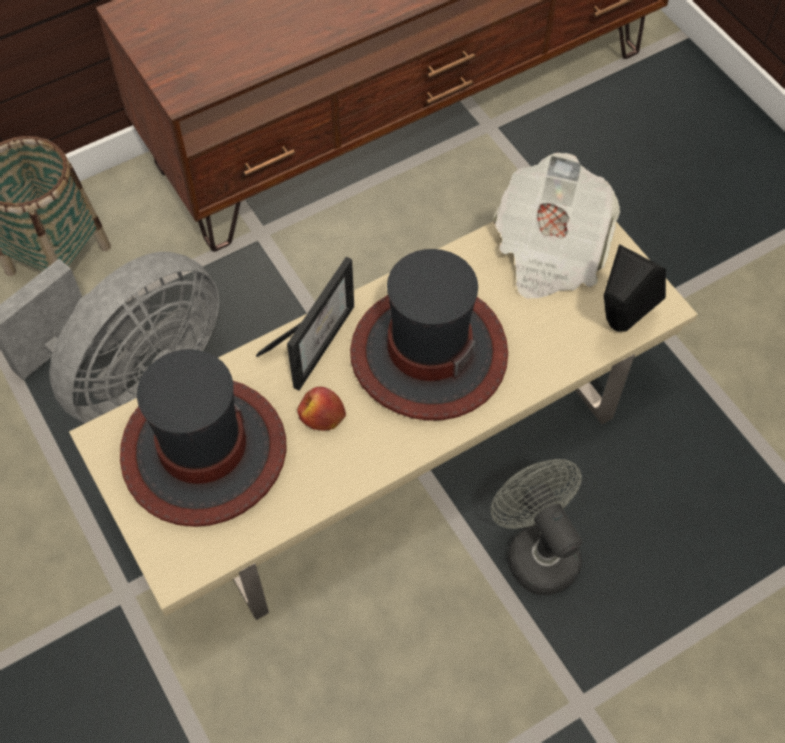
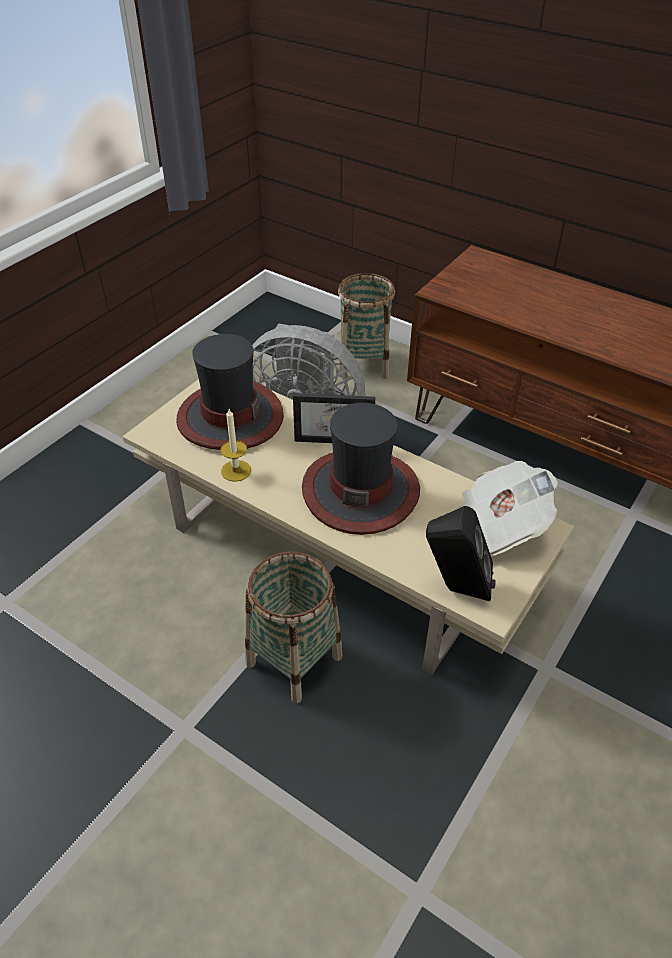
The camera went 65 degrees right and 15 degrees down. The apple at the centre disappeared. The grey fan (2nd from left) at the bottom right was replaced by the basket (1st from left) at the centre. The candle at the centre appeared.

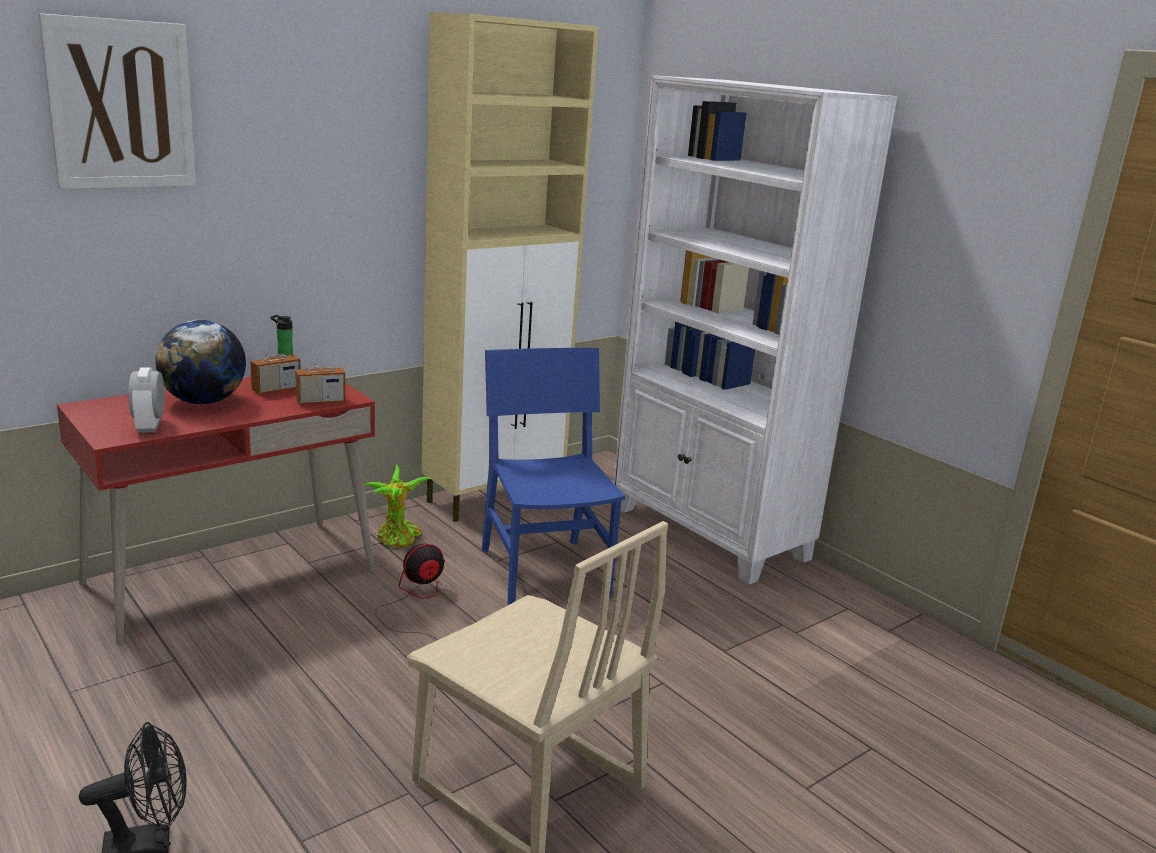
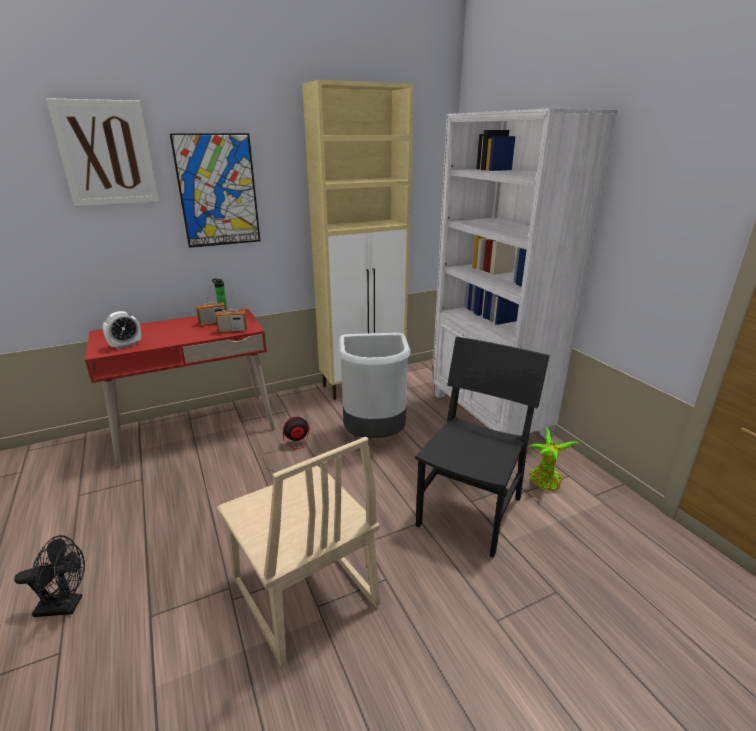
The camera went 15 degrees right and 5 degrees up. The globe at the middle left disappeared. The blue chair at the centre was replaced by the grey trash can at the centre. The alarm clock at the middle left turned 135 degrees counterclockwise. The potted plant moved from the centre to the middle right. The picture (2nd from left) at the top left appeared. The black chair at the centre appeared.

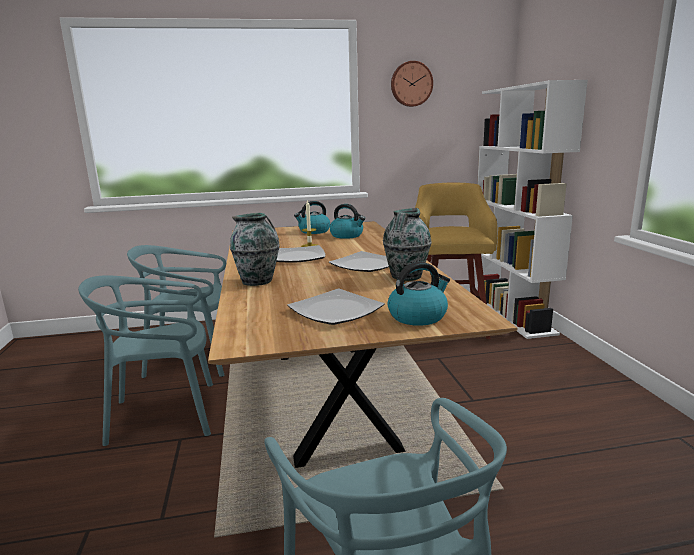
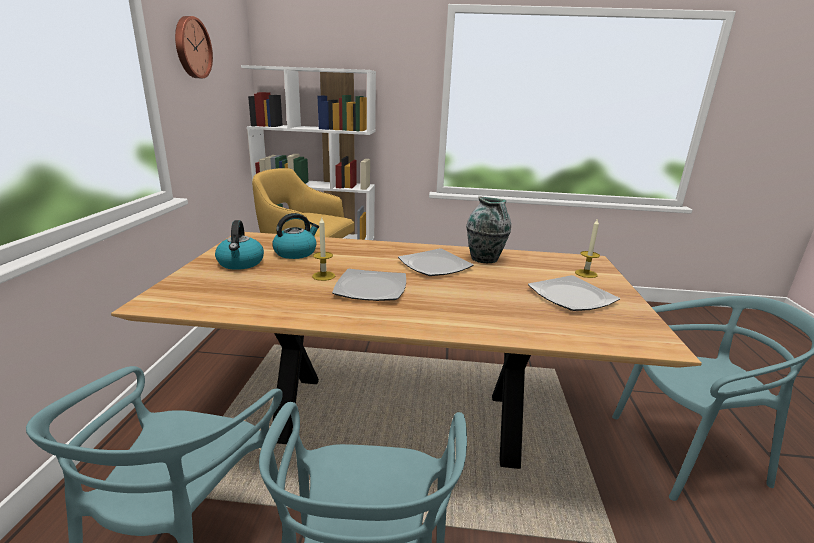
The camera went 75 degrees left and 5 degrees up. The vase (1st from left) at the centre disappeared. The kettle (3rd from left) at the centre was replaced by the candle (2nd from left) at the middle right.

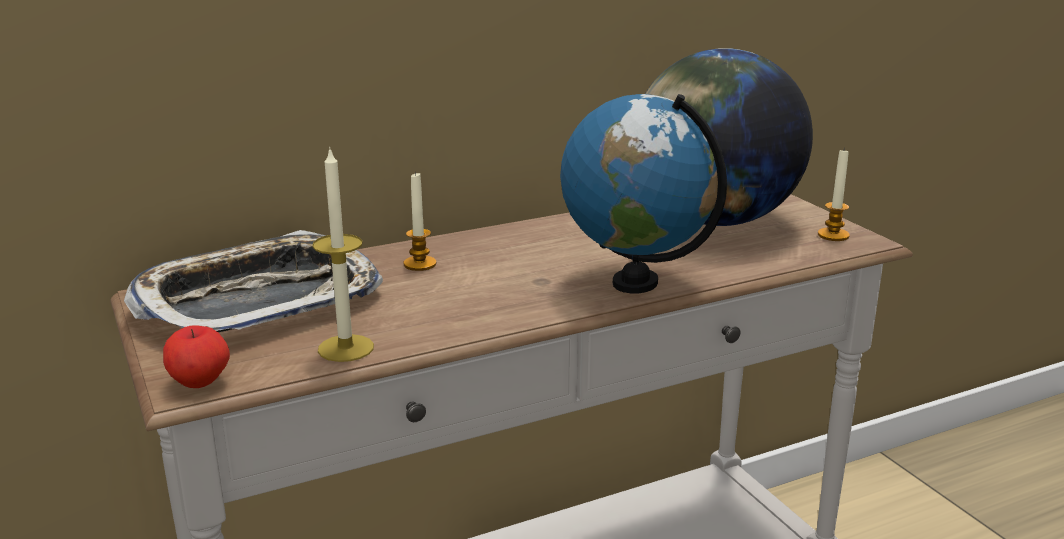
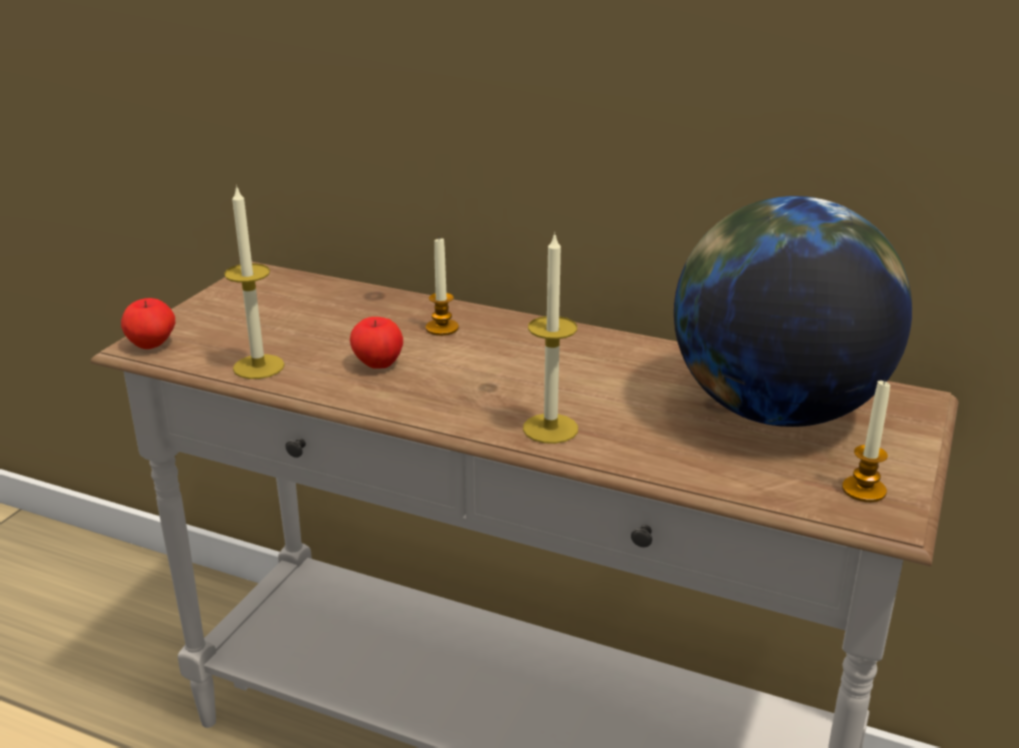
The camera went 50 degrees right and 5 degrees up. The globe (1st from left) at the centre was replaced by the candle (3rd from left) at the centre. The tray at the middle left disappeared. The apple (2nd from left) at the centre appeared.

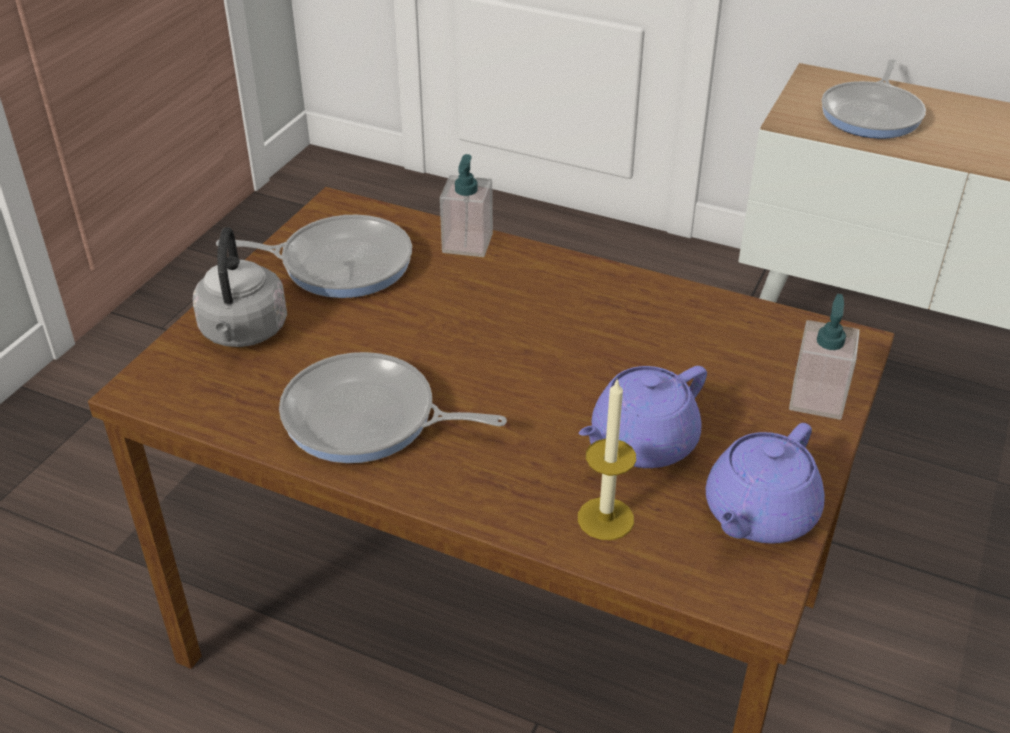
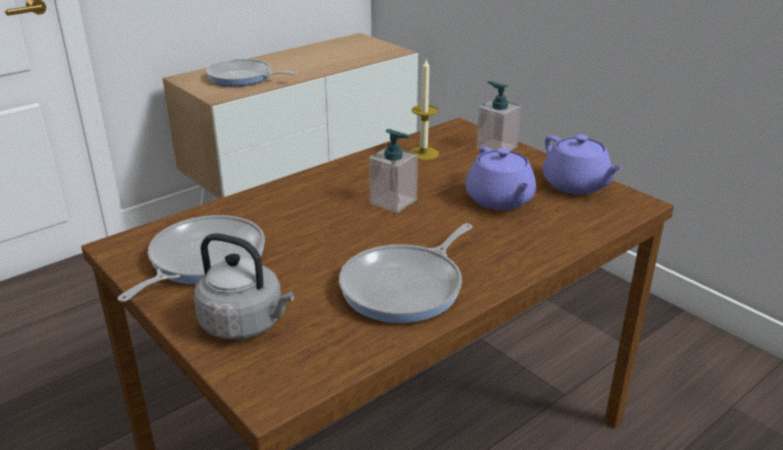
The camera went 65 degrees left and 10 degrees down. The frying pan (3rd from left in the first image) at the top right turned 150 degrees clockwise. The soap dispenser (1st from left) moved from the top centre to the centre. The candle moved from the centre to the top centre.

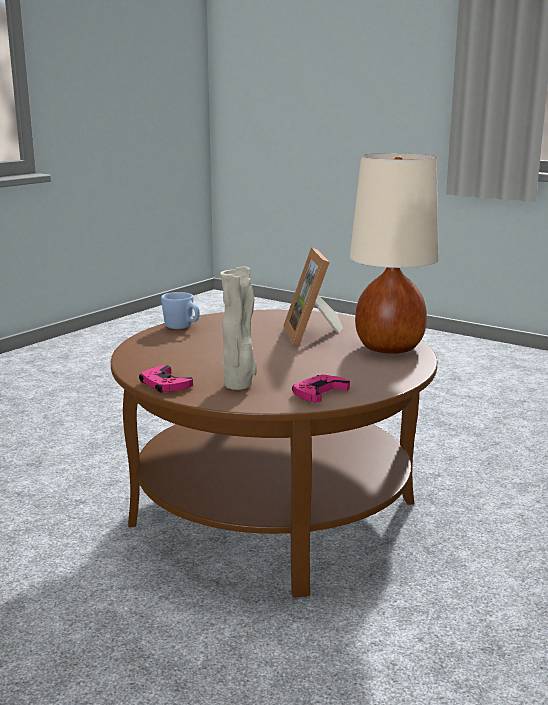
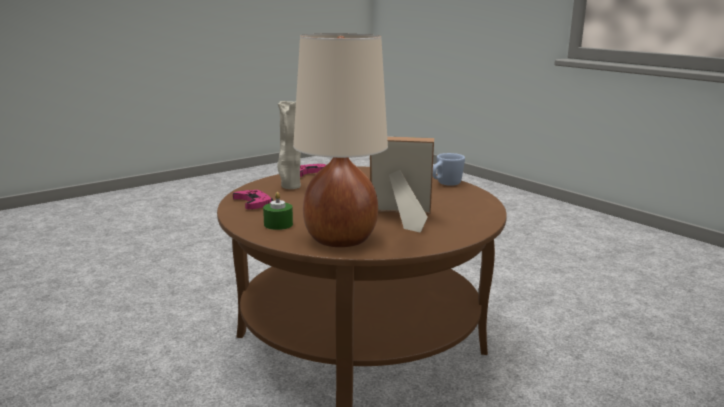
The camera went 105 degrees right and 0 degrees up. The green candle at the centre appeared.

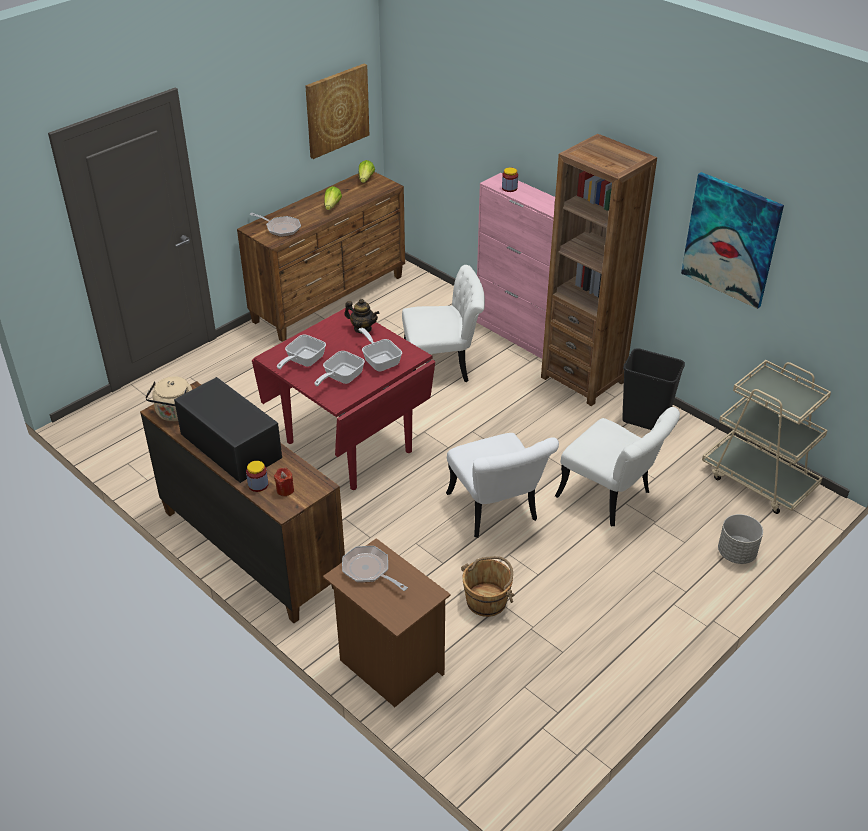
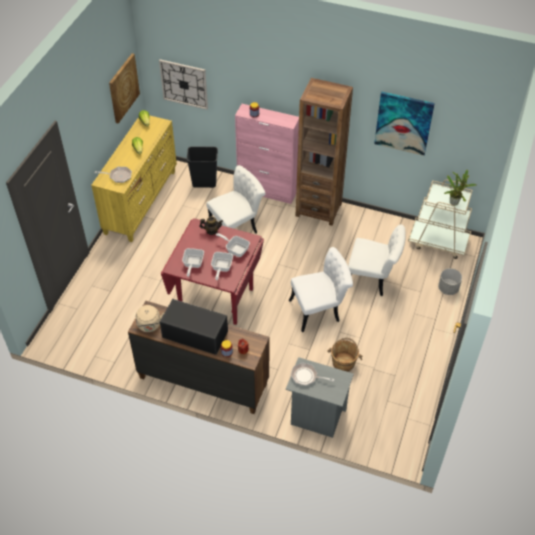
The camera went 25 degrees left and 10 degrees up. The brown dresser (2nd from left) at the top centre became the yellow dresser at the top left. The black trash can moved from the middle right to the top centre. The white chair (2nd from left) at the centre turned 60 degrees counterclockwise. The brown nightstand at the bottom centre became the grey nightstand at the bottom centre. The wall clock at the top centre appeared. The potted plant at the middle right appeared.

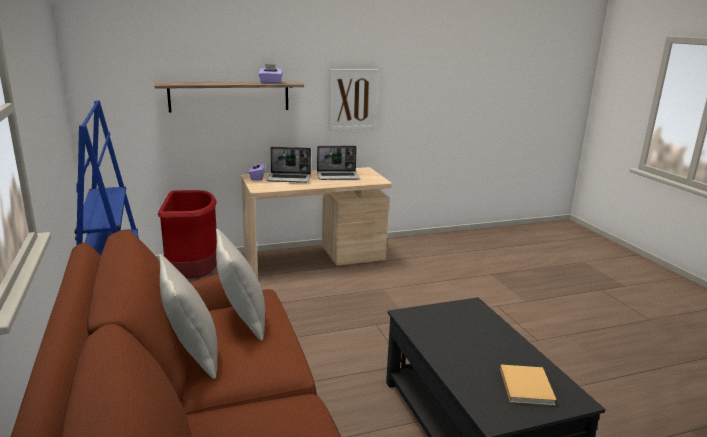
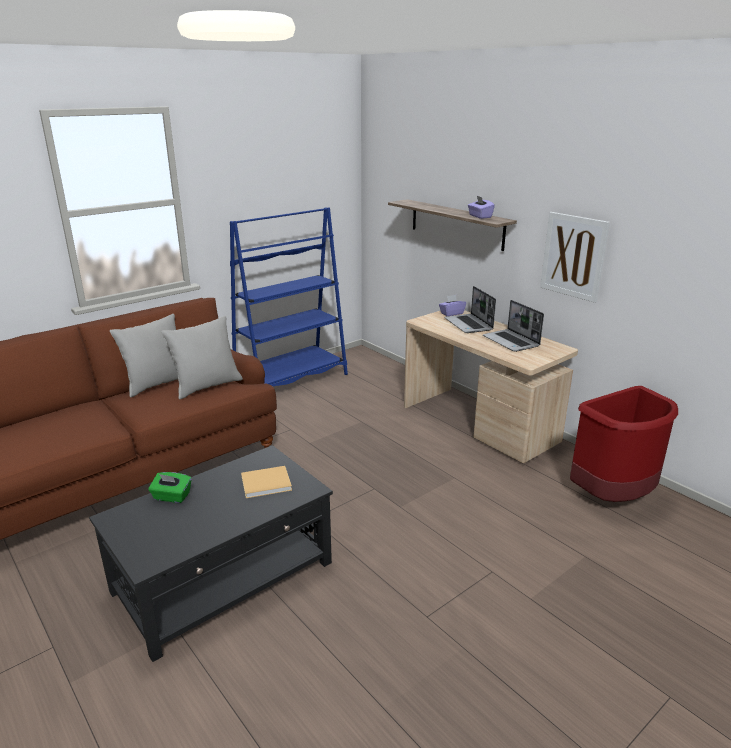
The camera went 70 degrees right and 5 degrees up. The red trash can moved from the middle left to the middle right. The beige book moved from the bottom right to the centre. The green tissue box at the middle left appeared.

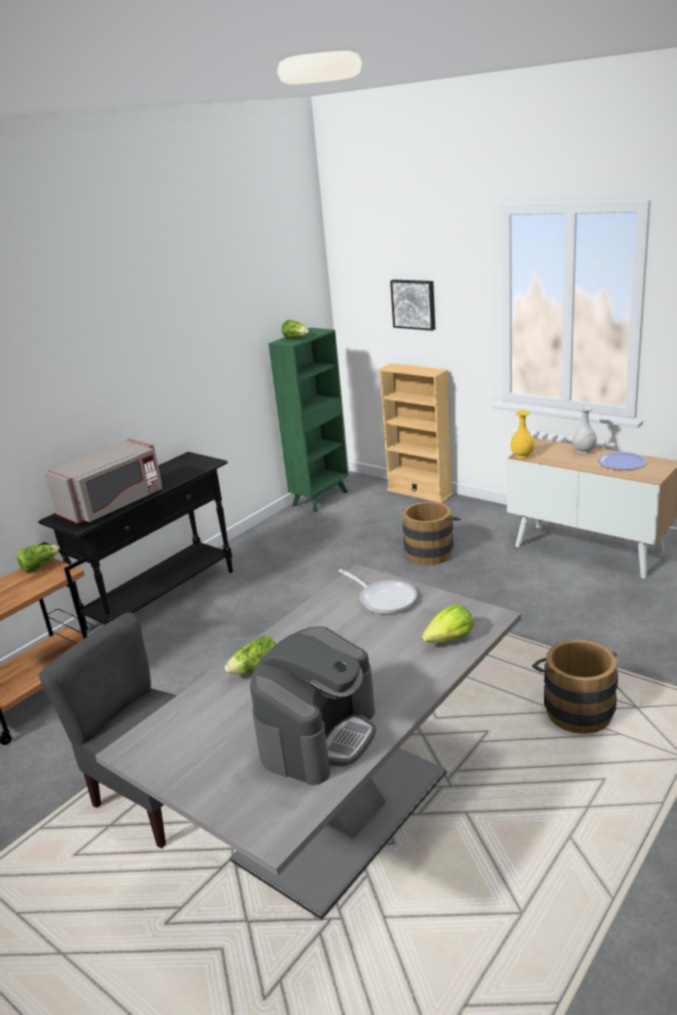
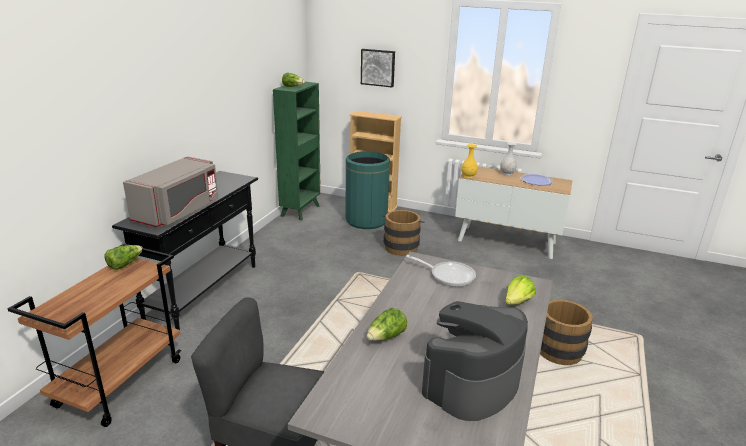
The camera went 20 degrees left and 0 degrees up. The coffee machine at the bottom centre turned 150 degrees counterclockwise. The green trash can at the centre appeared.

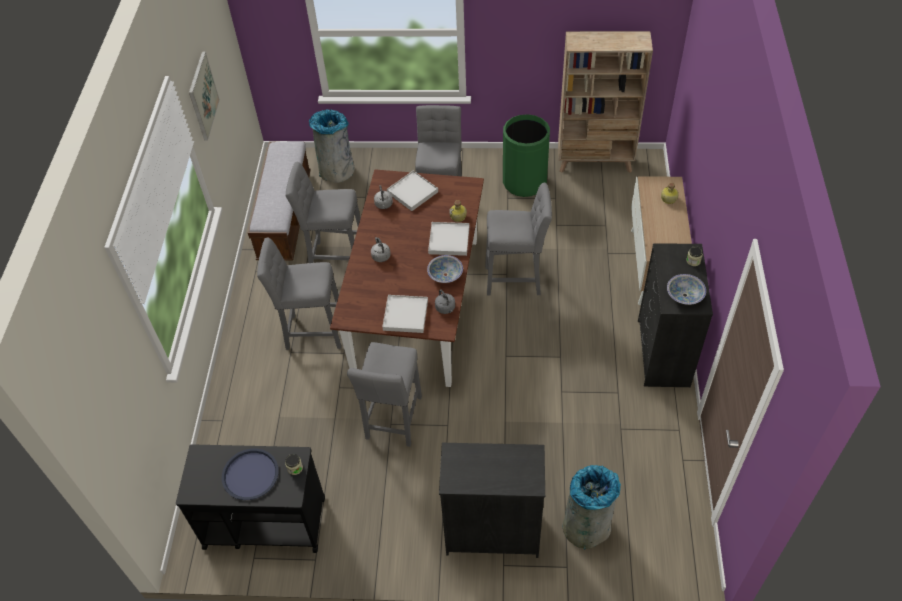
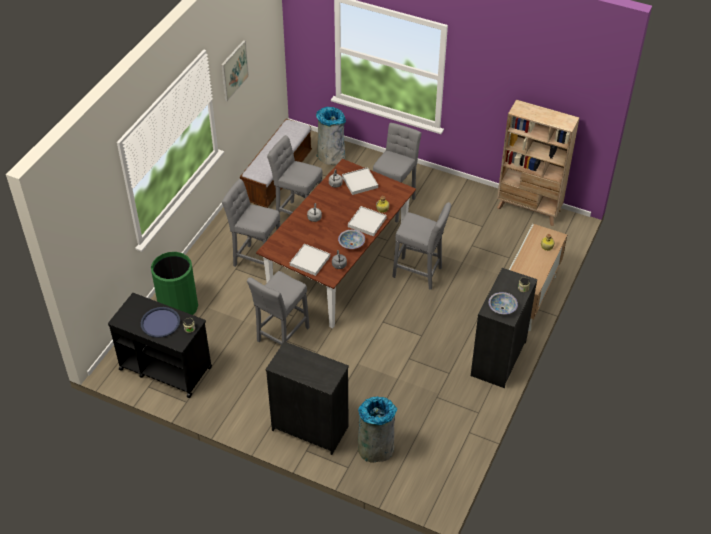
The camera went 20 degrees right and 5 degrees down. The green trash can moved from the top centre to the middle left.

